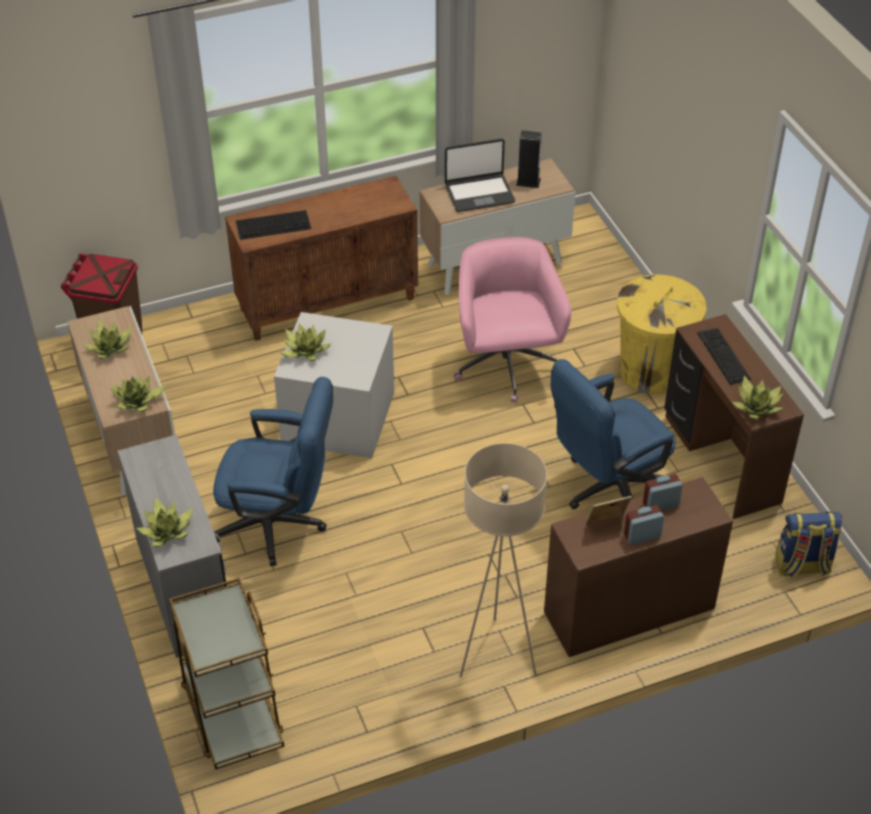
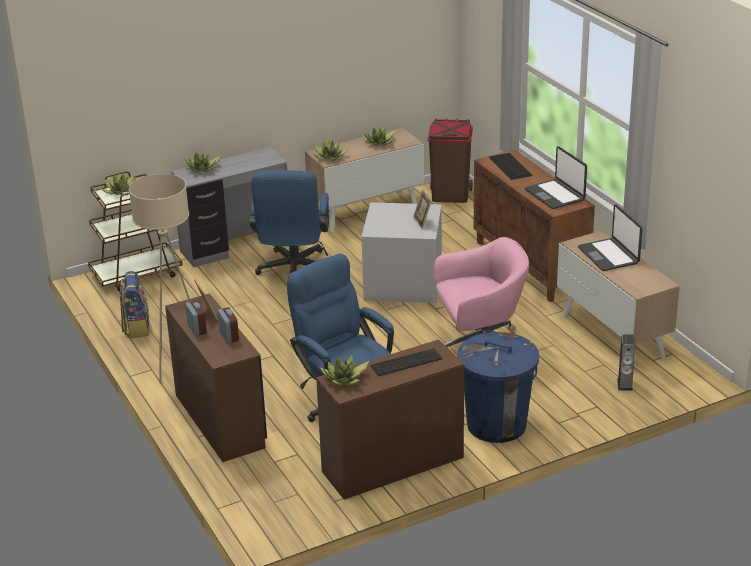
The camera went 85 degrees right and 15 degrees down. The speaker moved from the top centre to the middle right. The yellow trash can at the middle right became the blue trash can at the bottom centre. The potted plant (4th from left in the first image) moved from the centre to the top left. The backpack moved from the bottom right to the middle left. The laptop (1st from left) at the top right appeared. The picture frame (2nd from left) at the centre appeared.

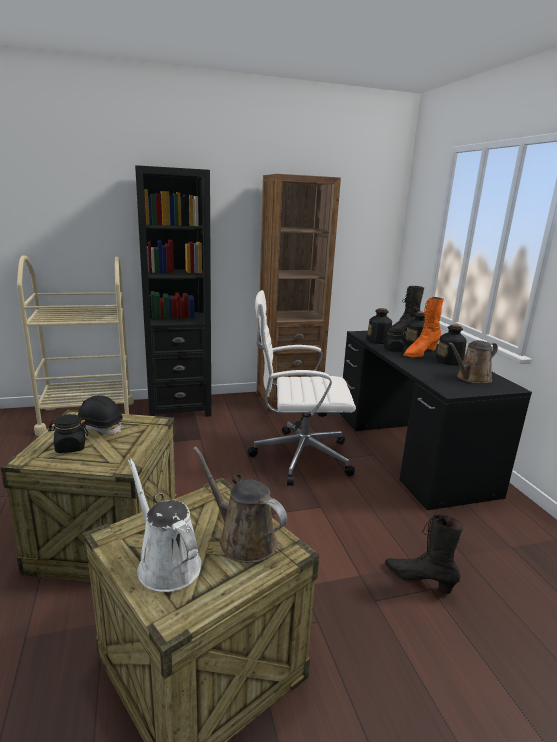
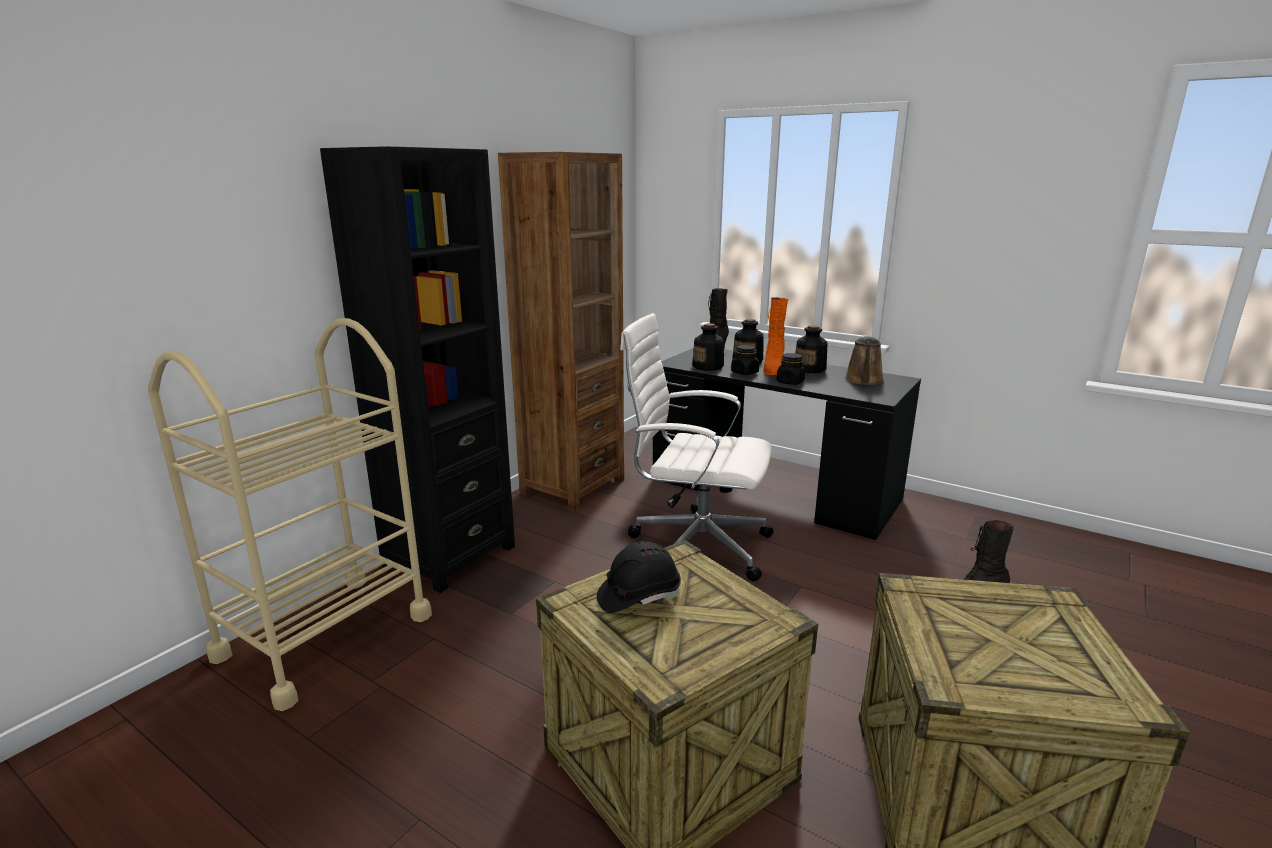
The camera went 40 degrees left and 0 degrees up. The white office chair at the centre turned 60 degrees clockwise. The black jar (1st from left in the first image) moved from the middle left to the centre. The brown watering can (1st from left) at the bottom centre disappeared. The white watering can at the bottom left disappeared.

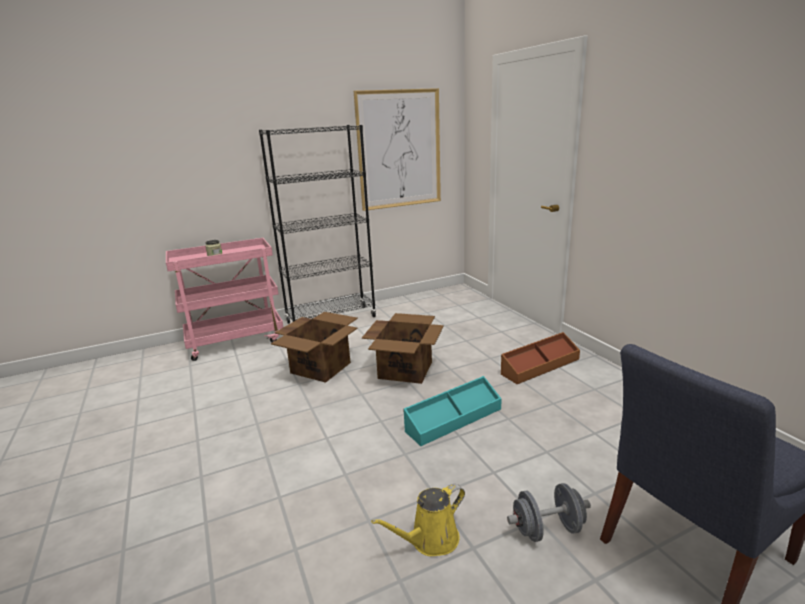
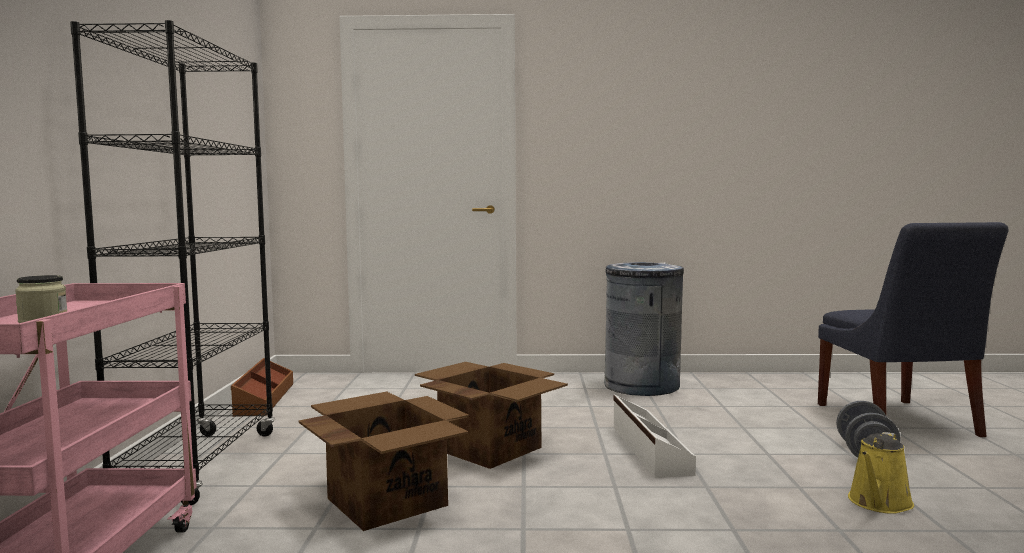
The camera went 65 degrees left and 15 degrees down. The picture at the top centre disappeared. The brown storage box moved from the middle right to the bottom left. The turquoise storage box at the bottom centre became the white storage box at the bottom centre. The yellow watering can at the bottom centre turned 45 degrees clockwise. The grey trash can at the centre appeared.

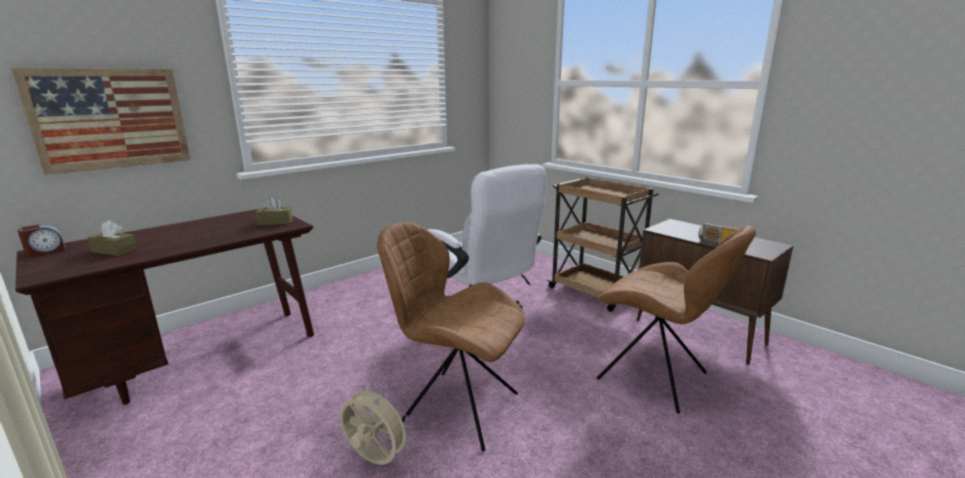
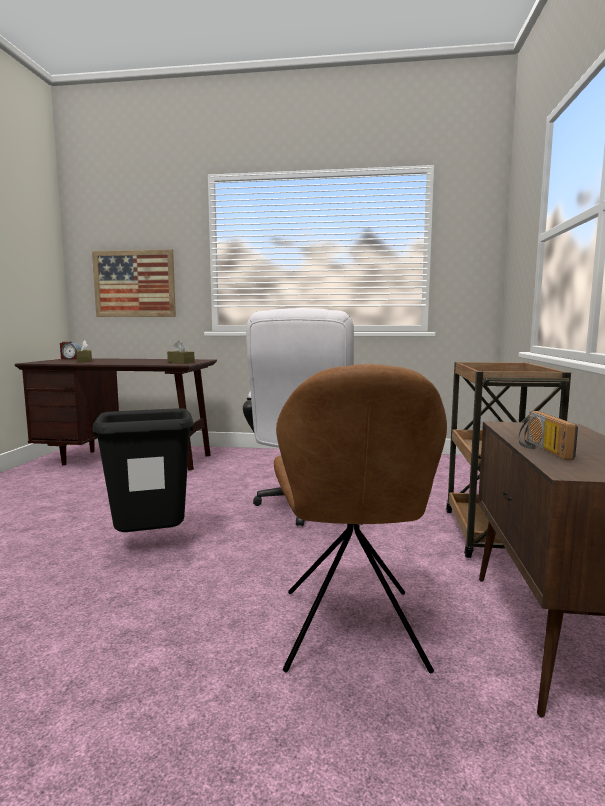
The camera went 50 degrees right and 10 degrees down. The brown chair (1st from left) at the bottom centre was replaced by the black trash can at the middle left. The beige fan at the bottom centre disappeared.

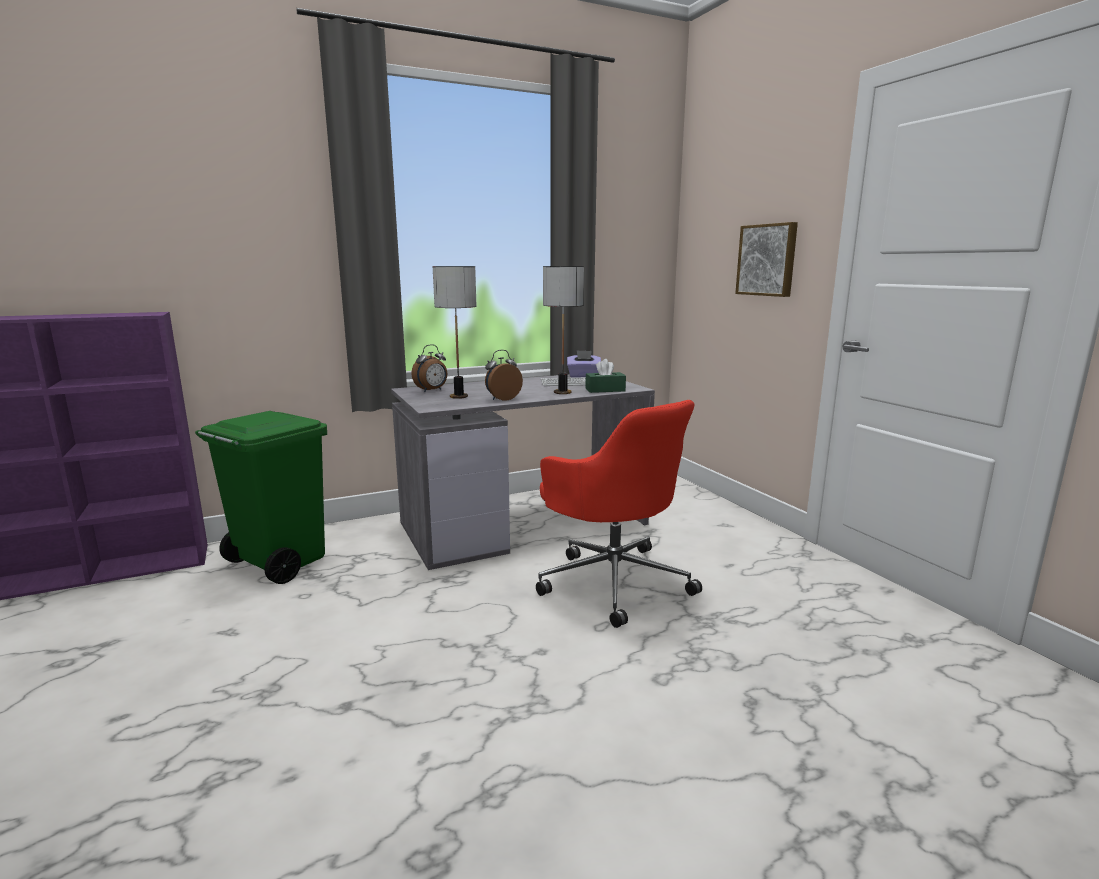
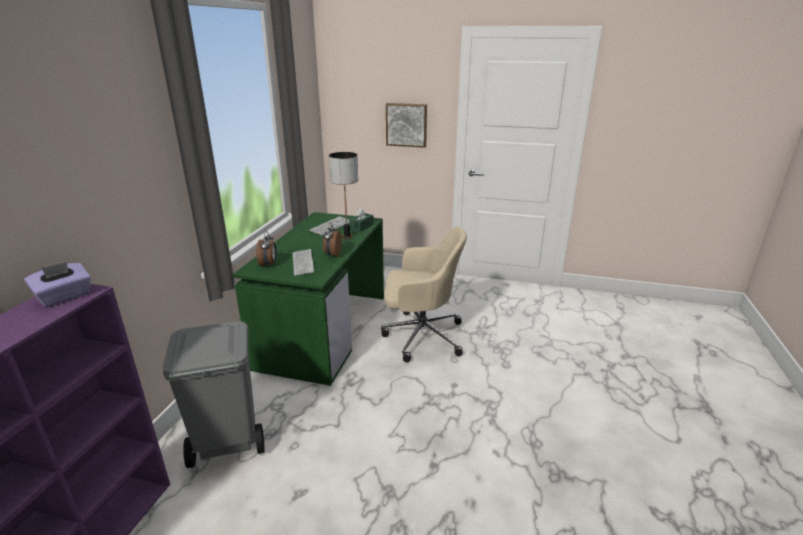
The camera went 50 degrees left and 10 degrees up. The table lamp (1st from left) at the centre was replaced by the keyboard (1st from left) at the centre. The purple tissue box moved from the centre to the middle left. The grey desk at the centre became the green desk at the centre. The red office chair at the centre became the beige office chair at the centre. The green trash can at the middle left became the grey trash can at the bottom left.

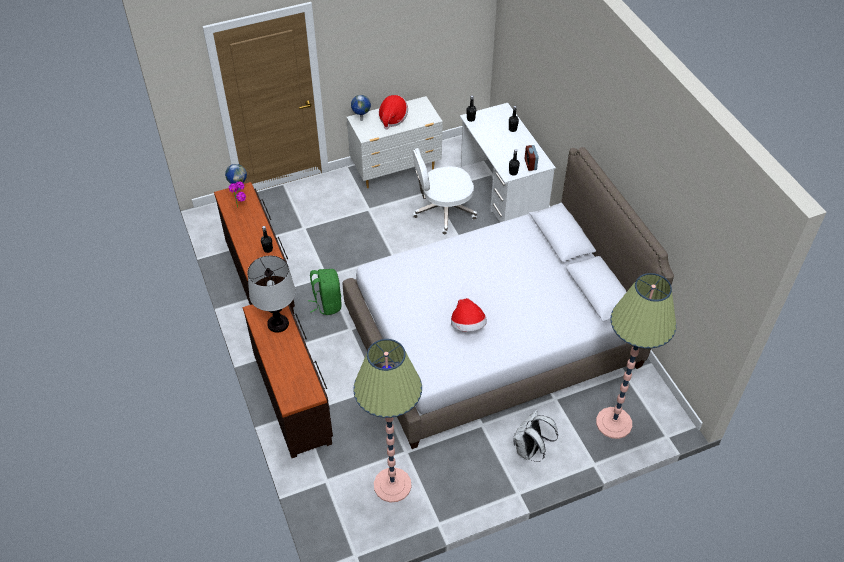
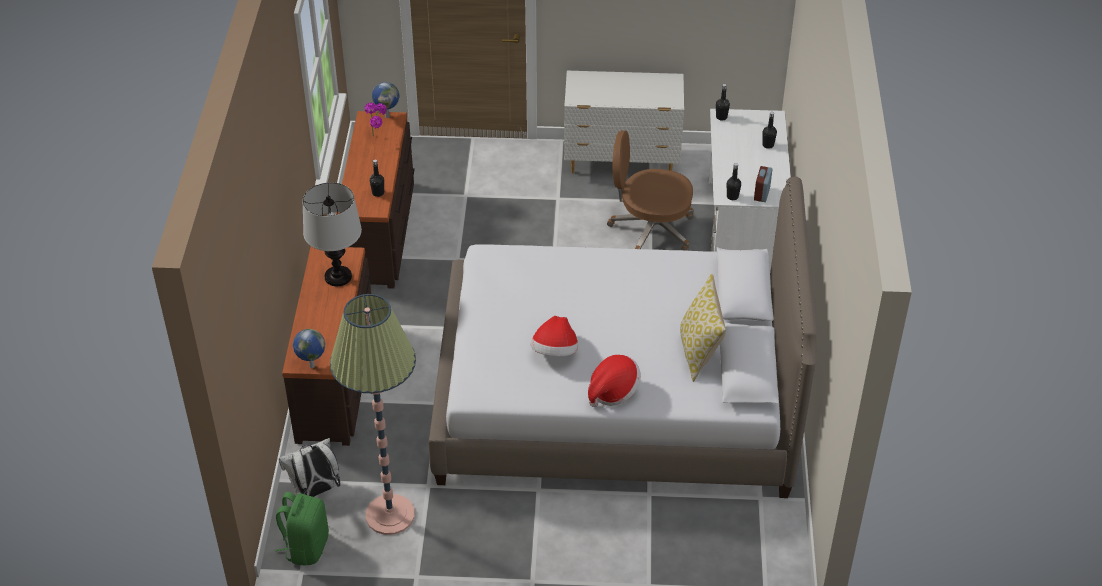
The camera went 25 degrees right and 5 degrees down. The globe (2nd from left in the first image) moved from the top centre to the middle left. The hat (1st from left in the first image) moved from the top centre to the centre. The white office chair at the centre became the brown office chair at the top centre. The green backpack moved from the centre to the bottom left. The floor lamp (2nd from left) at the middle right disappeared. The white backpack moved from the bottom centre to the bottom left. The pillow at the centre appeared.

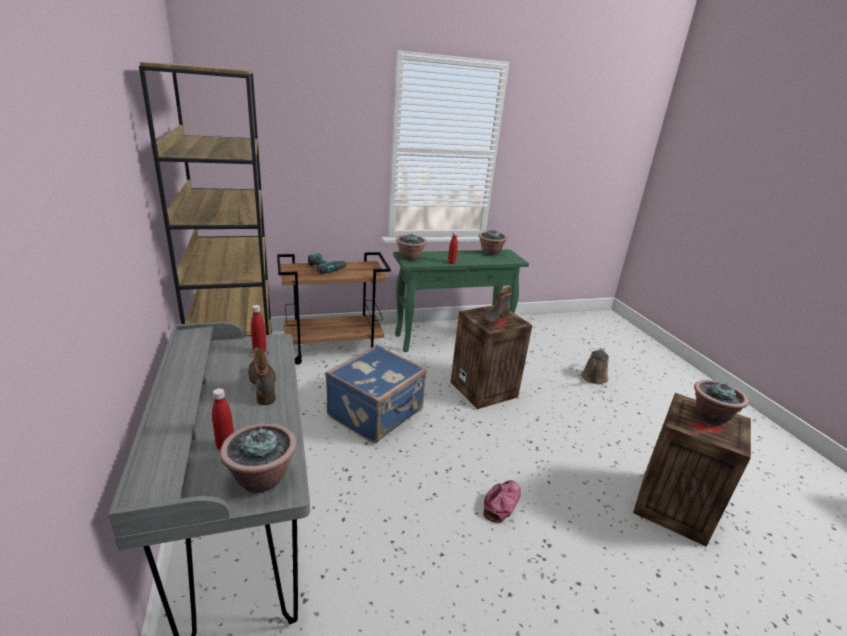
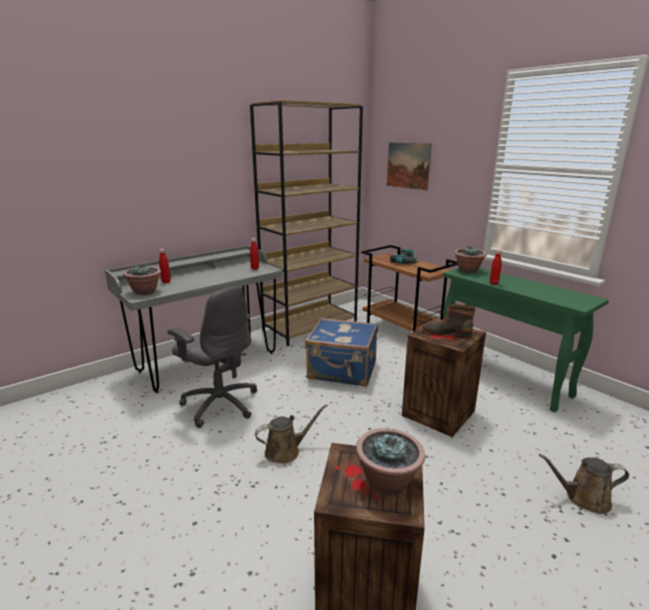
The camera went 70 degrees right and 5 degrees down. The potted plant (3rd from left) at the centre disappeared. The boot (1st from left) at the middle left disappeared. The cap at the bottom centre was replaced by the brown watering can (1st from left) at the bottom centre. The picture at the top centre appeared. The grey office chair at the middle left appeared.

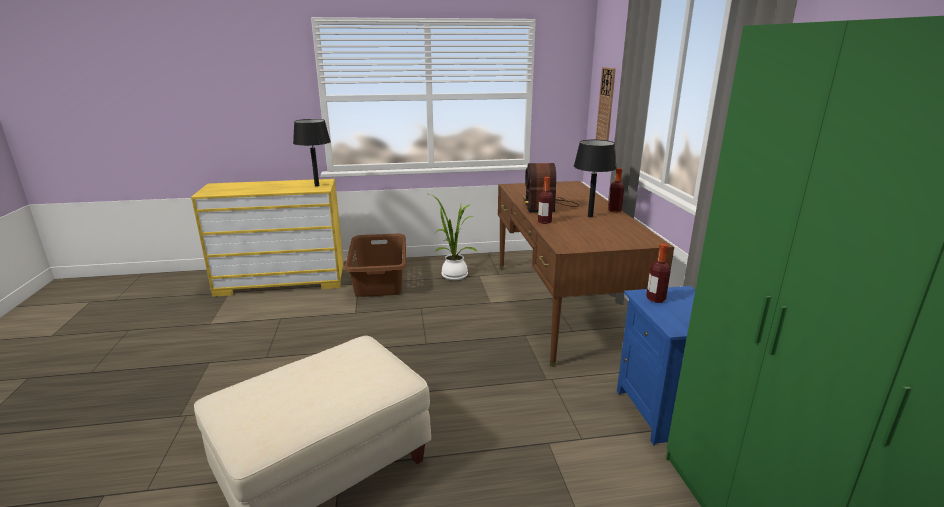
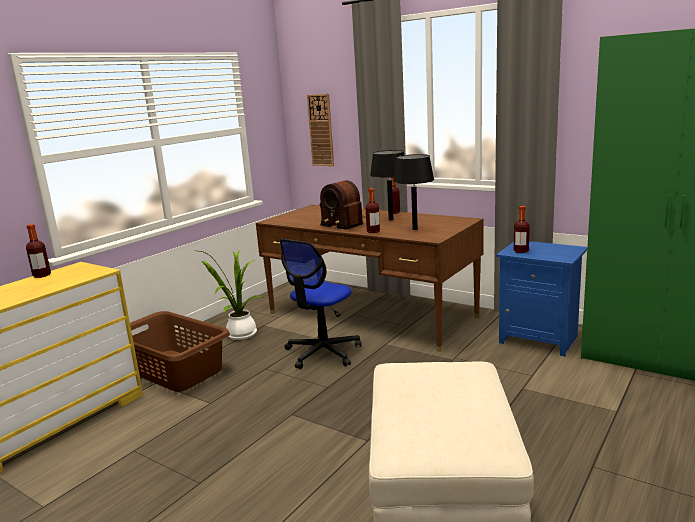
The camera went 45 degrees left and 5 degrees down. The black table lamp (1st from left in the first image) moved from the top left to the centre. The bottle (1st from left) at the middle left appeared. The office chair at the centre appeared.

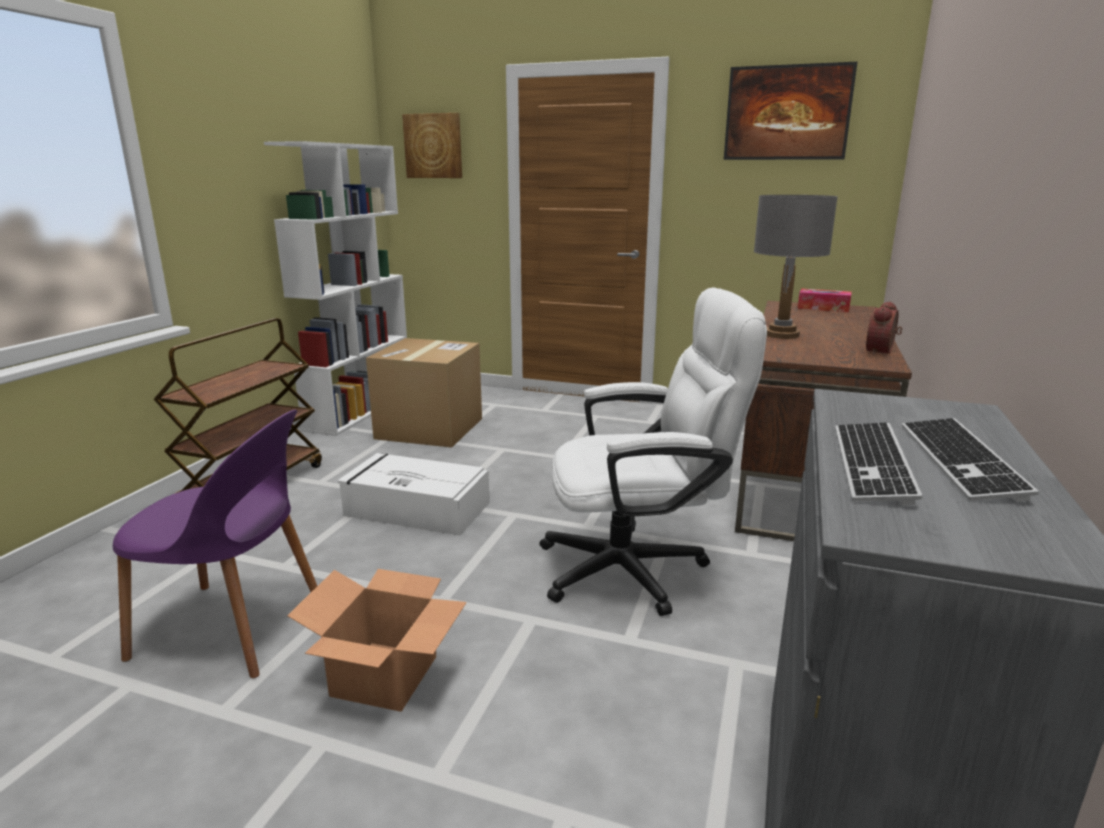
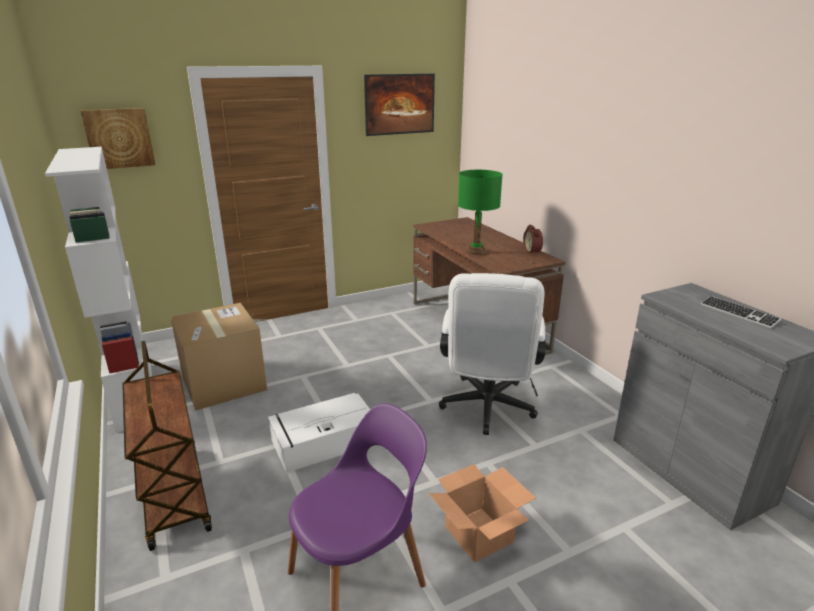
The camera went 45 degrees left and 5 degrees up. The grey table lamp at the top right became the green table lamp at the centre. The white office chair at the centre turned 150 degrees clockwise. The tissue box at the middle right disappeared. The keyboard (1st from left) at the middle right disappeared.

